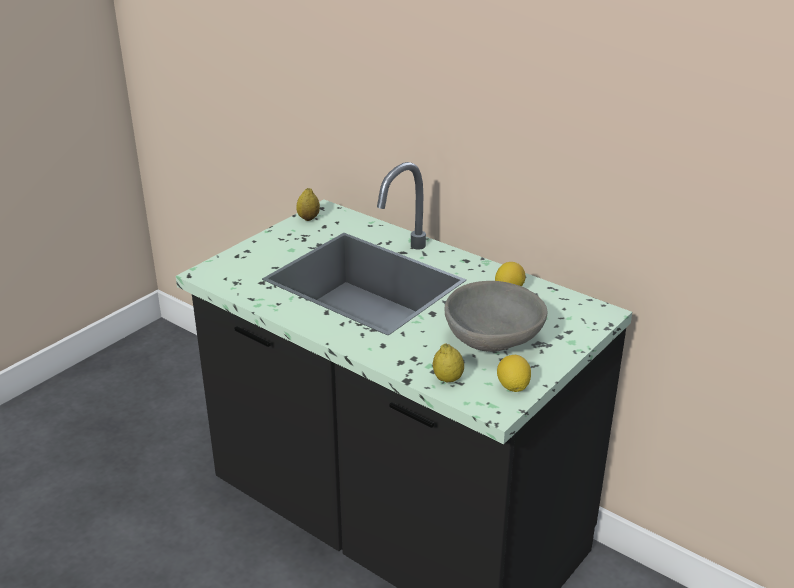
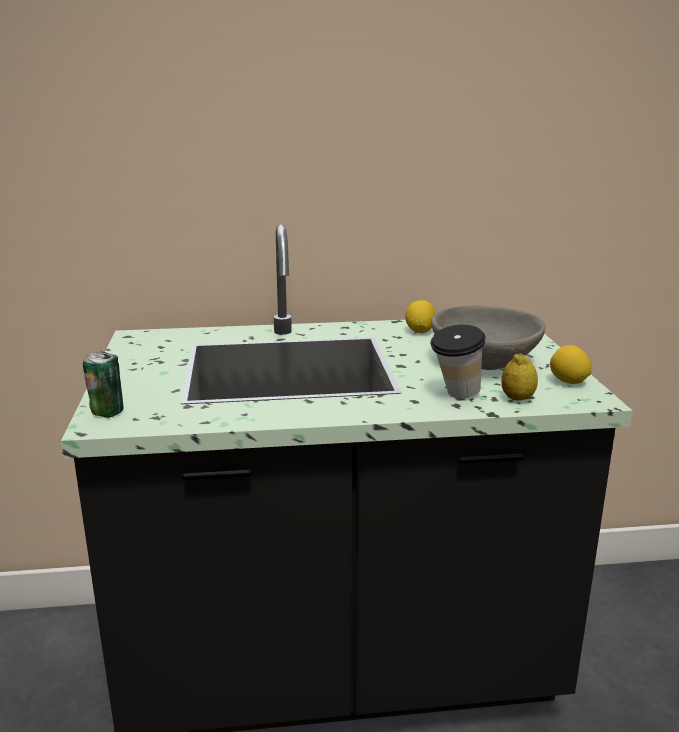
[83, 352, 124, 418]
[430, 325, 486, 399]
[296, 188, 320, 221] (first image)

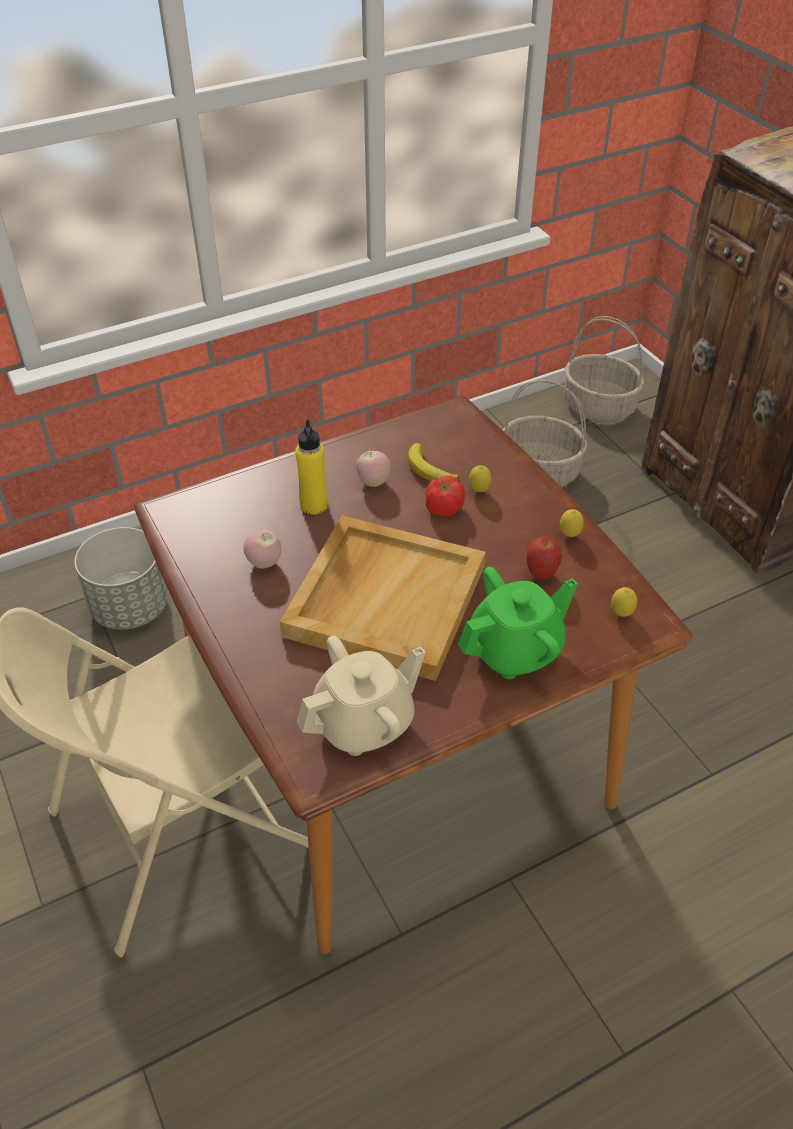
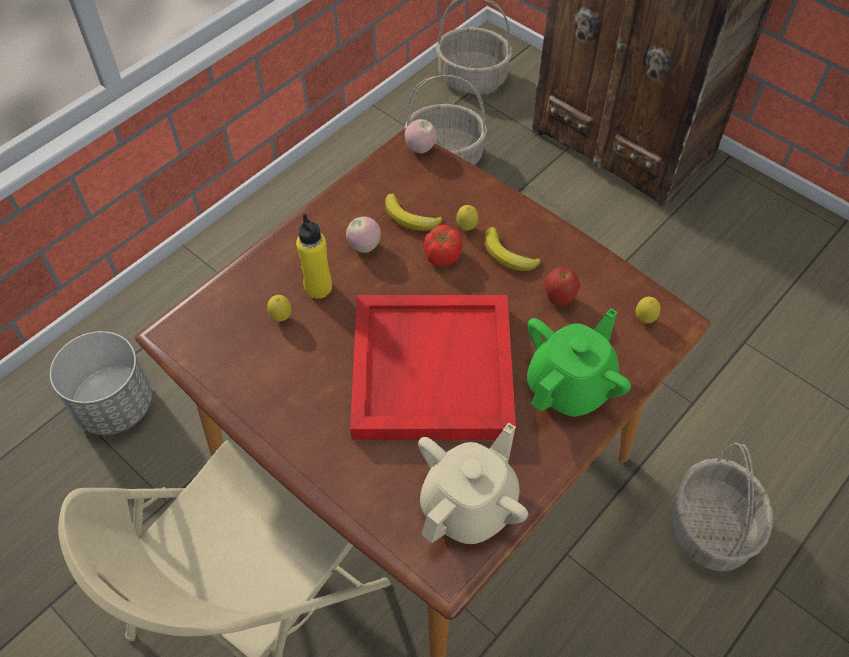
[267, 295, 291, 321]
[350, 295, 516, 440]
[405, 119, 437, 153]
[484, 227, 541, 271]
[671, 443, 773, 571]

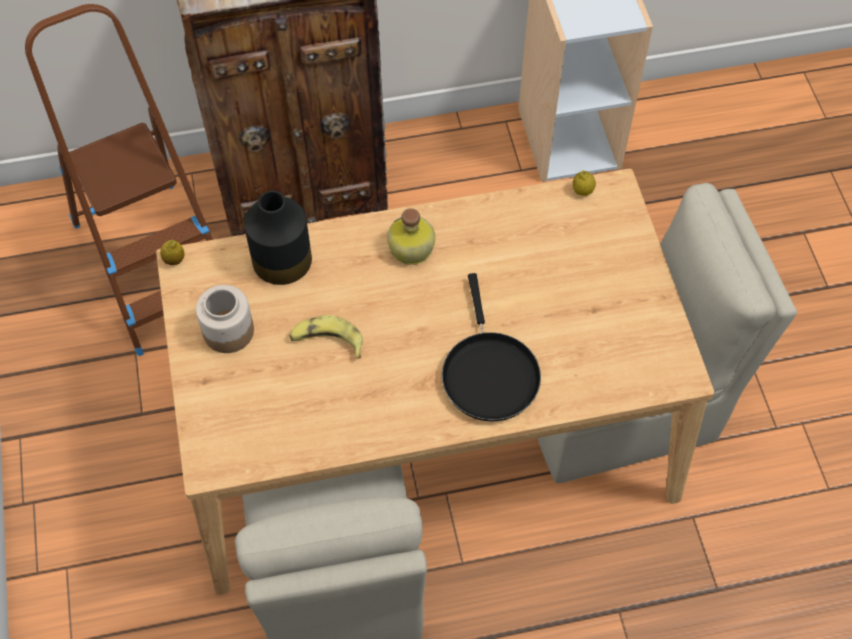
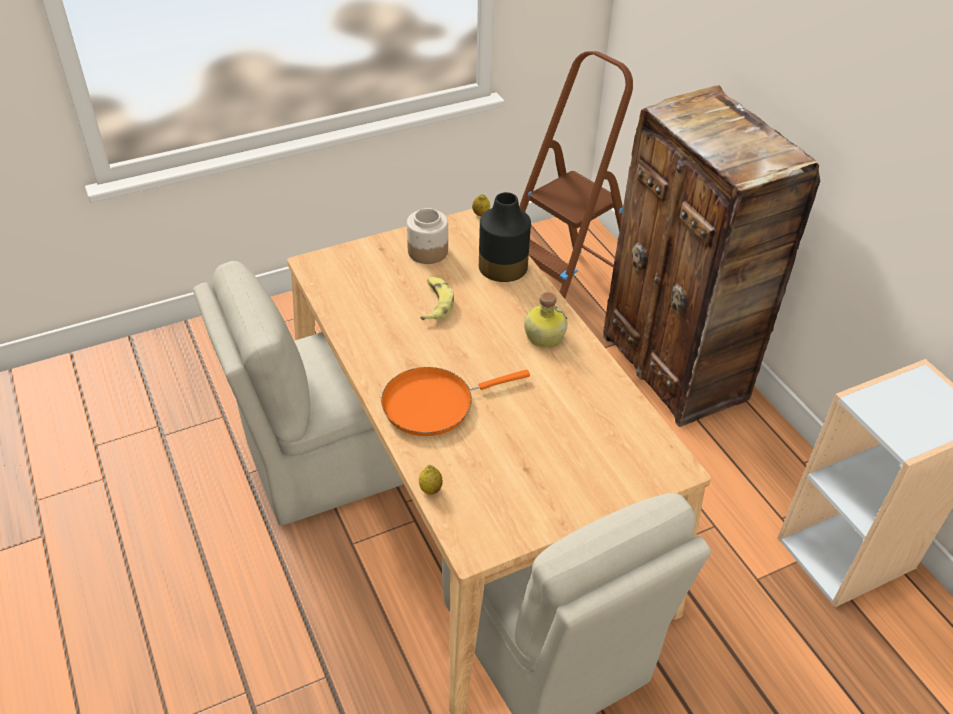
[381, 367, 530, 436]
[419, 465, 443, 495]

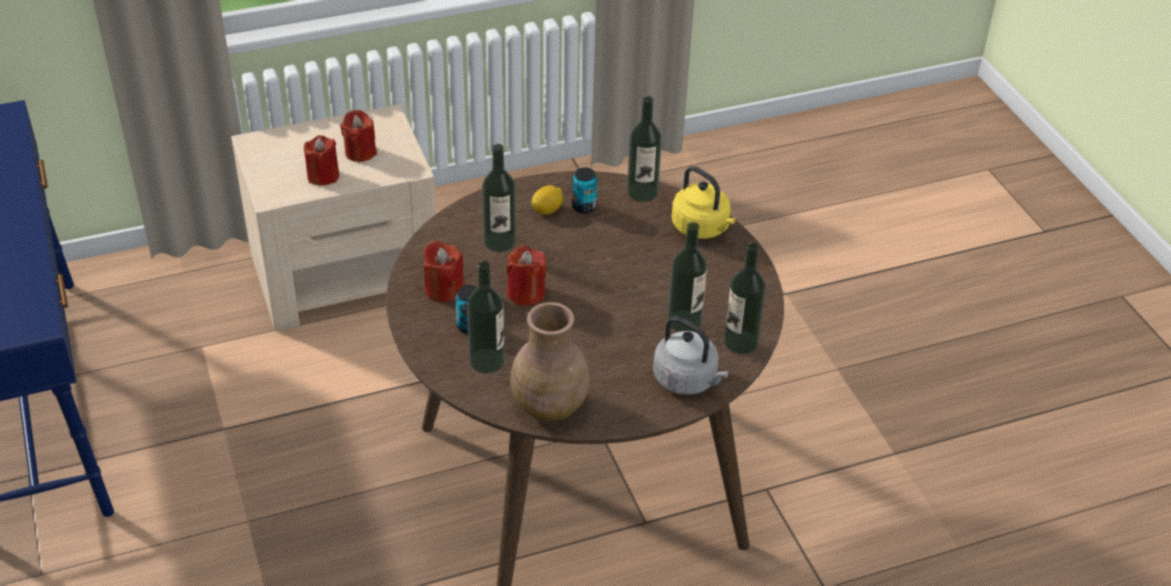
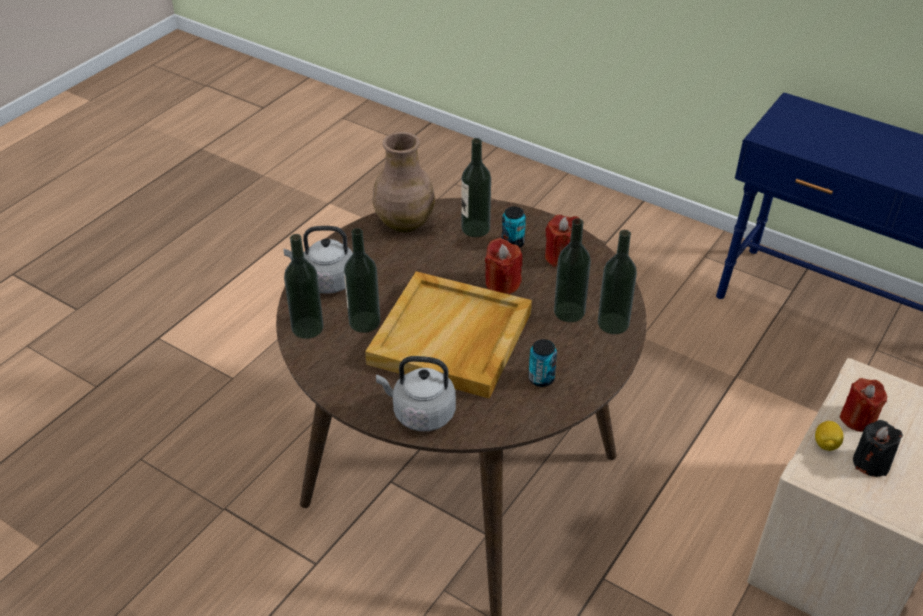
[365, 271, 532, 398]
[376, 356, 456, 431]
[598, 230, 637, 334]
[815, 421, 844, 451]
[853, 420, 903, 477]

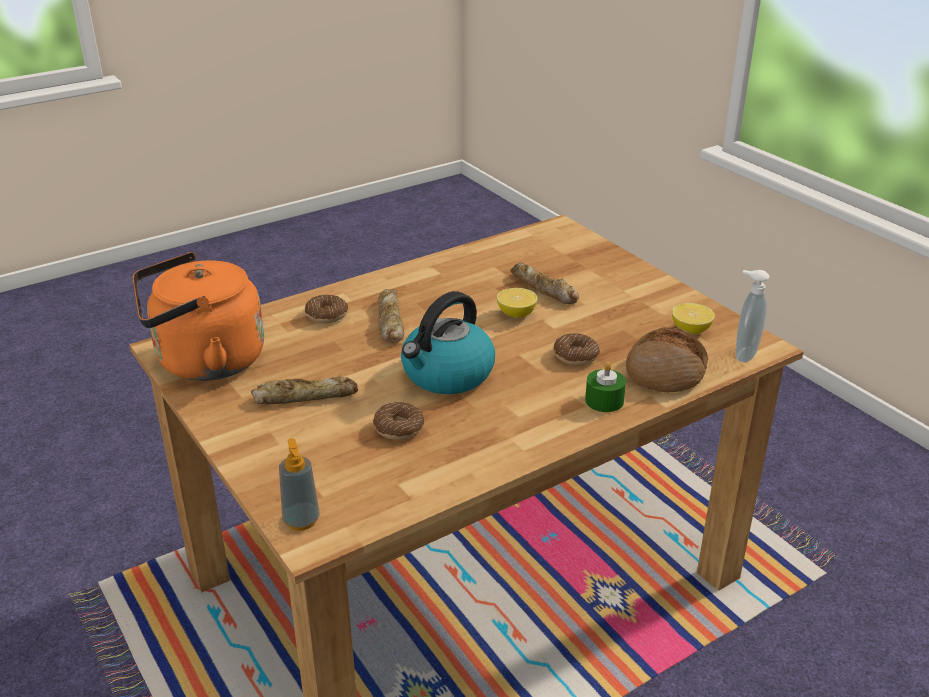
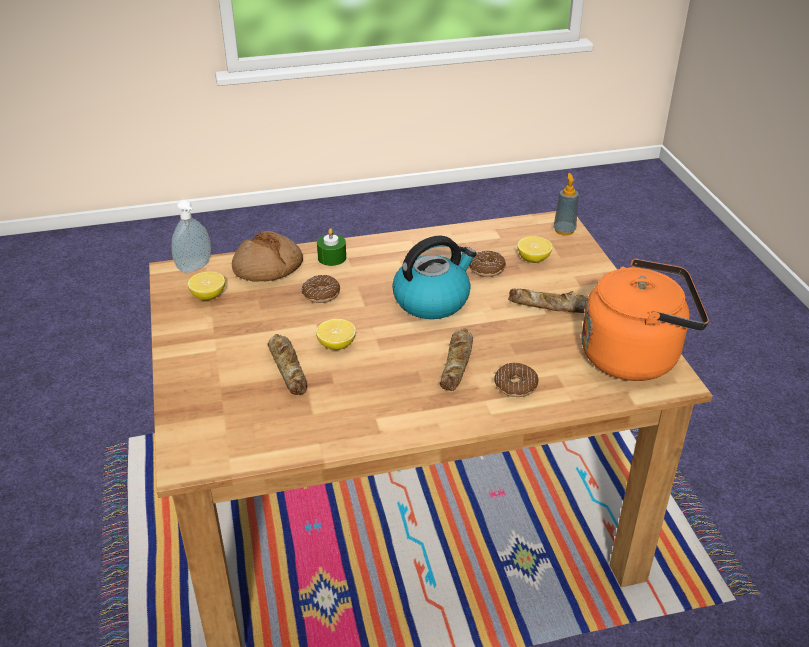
[517, 236, 553, 263]

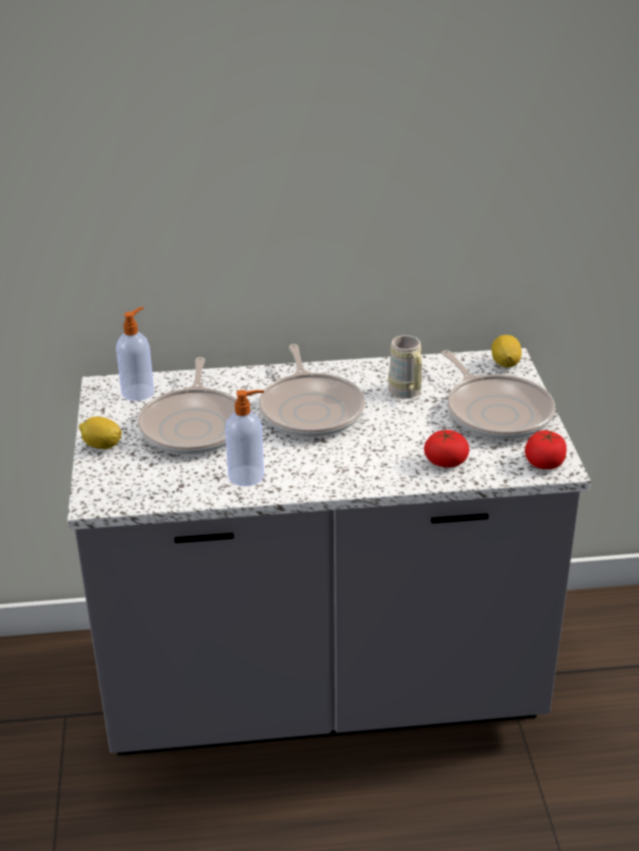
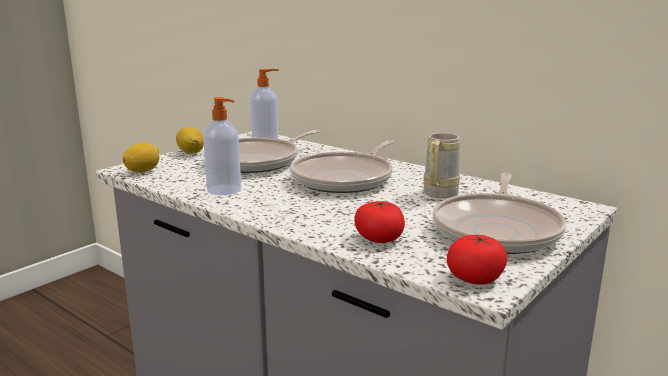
[122, 143, 159, 173]

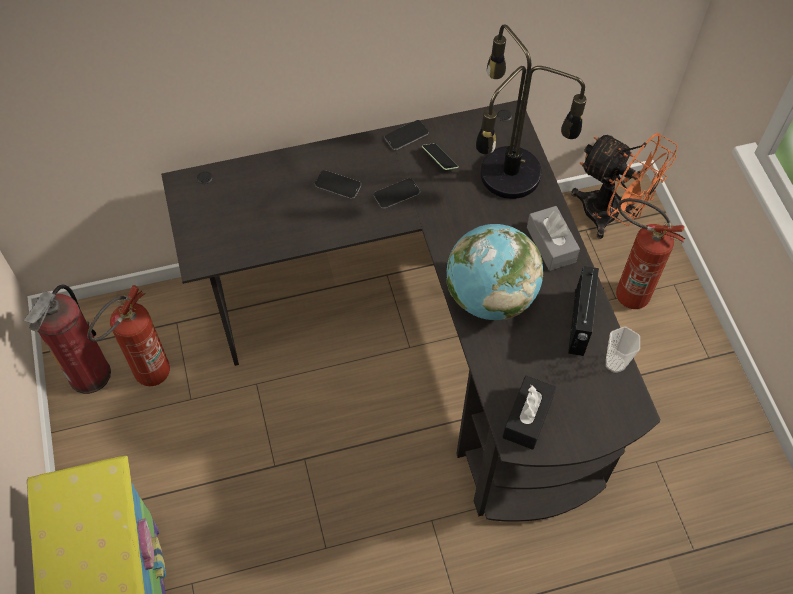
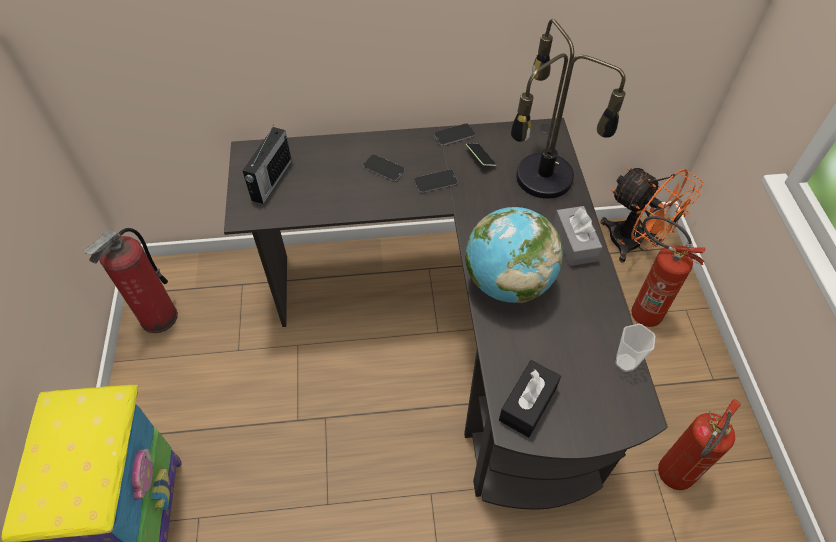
[242, 126, 292, 204]
[658, 399, 741, 490]

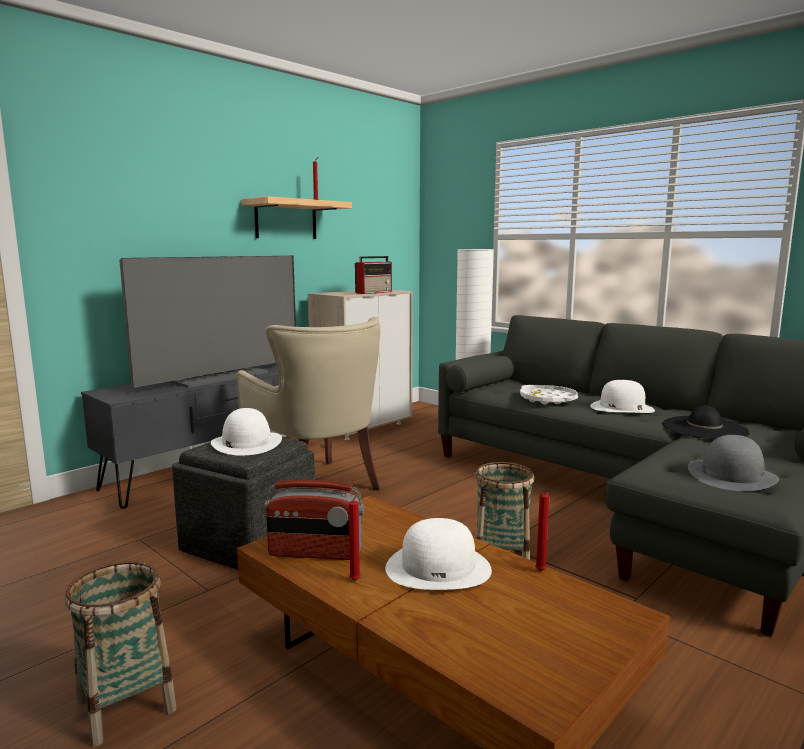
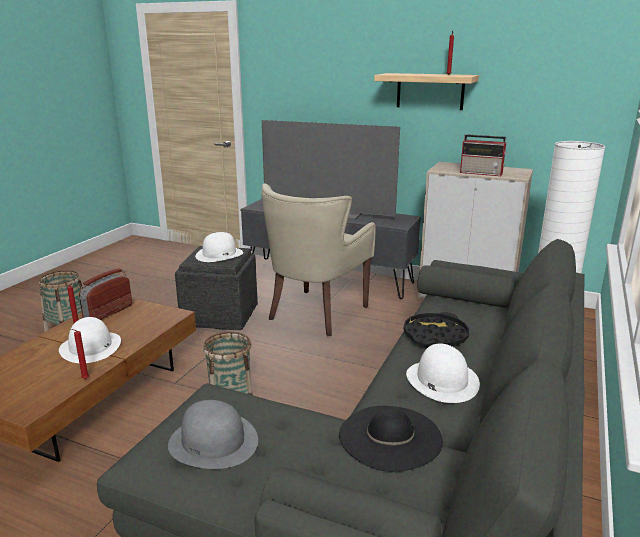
[79, 268, 132, 320]
[404, 312, 469, 346]

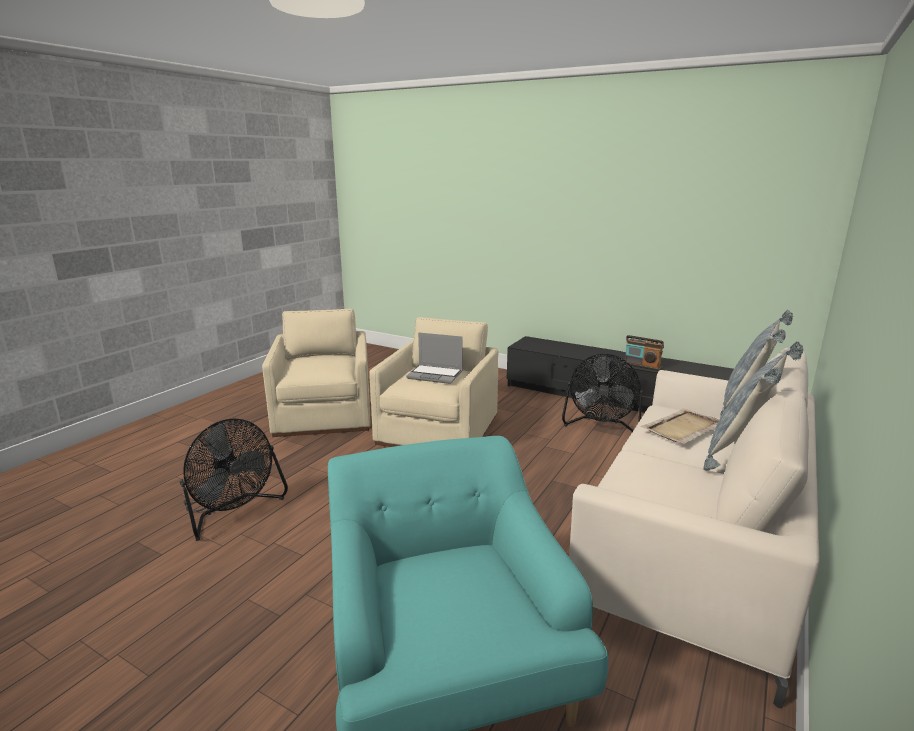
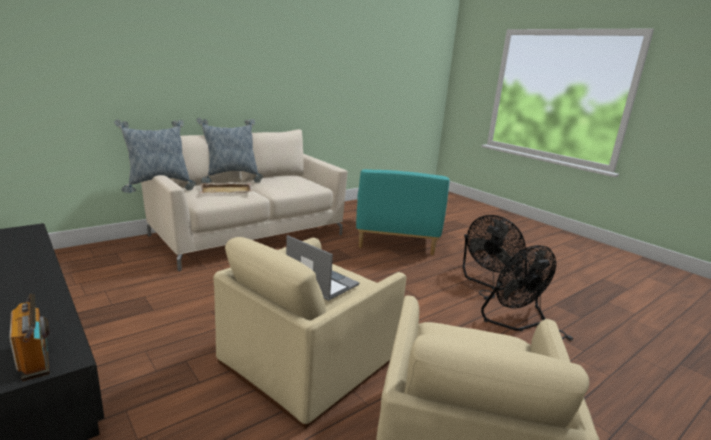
[9, 294, 50, 381]
[462, 215, 528, 300]

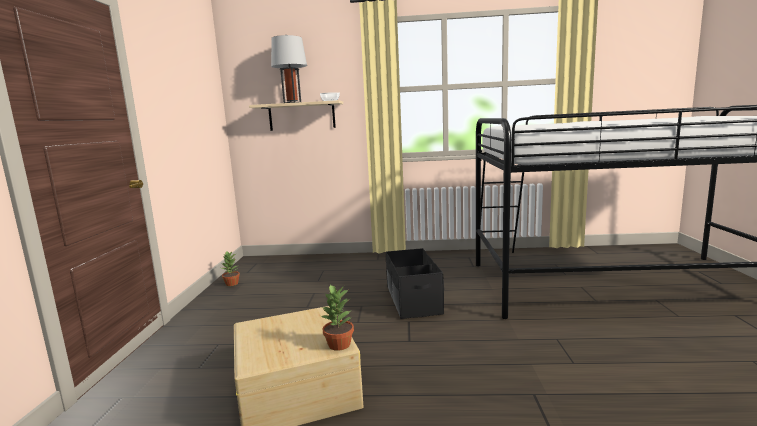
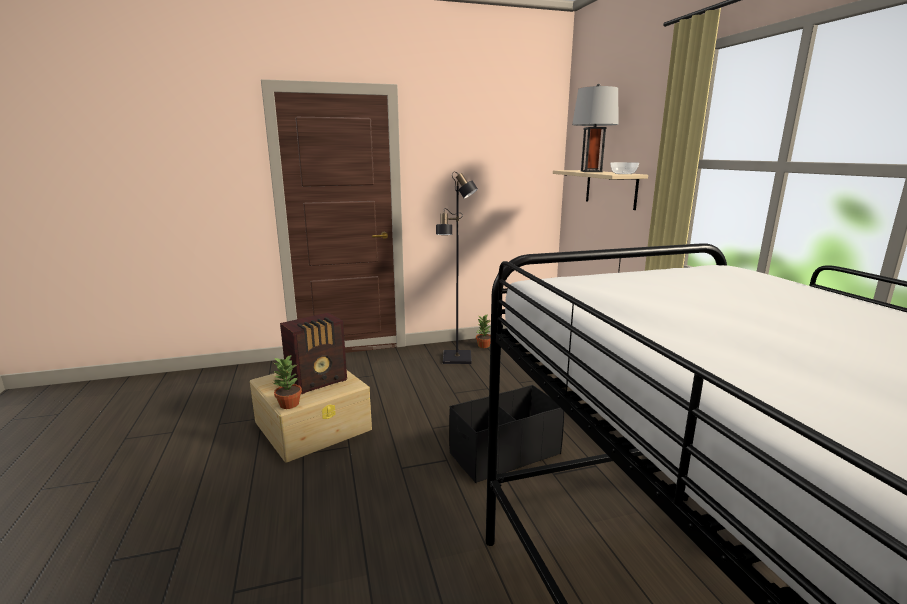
[280, 313, 347, 394]
[436, 171, 478, 364]

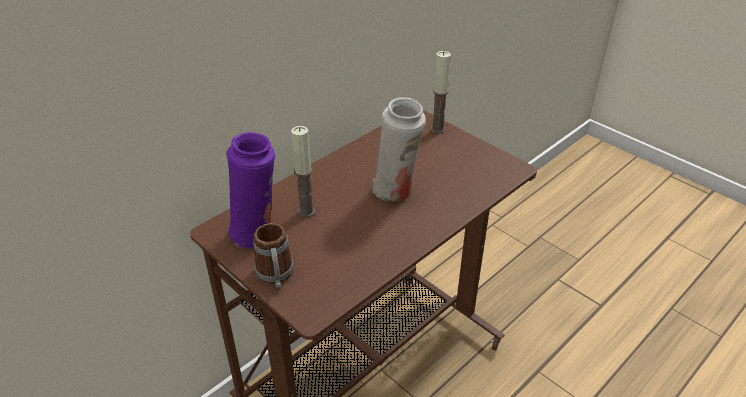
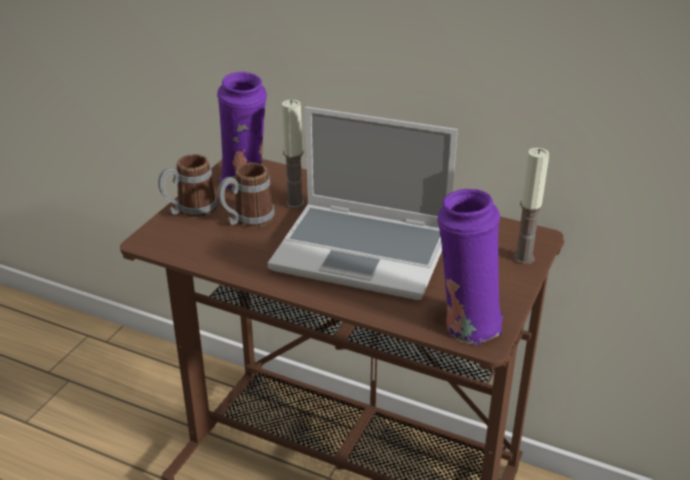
[218, 163, 274, 227]
[268, 107, 458, 300]
[438, 189, 503, 345]

